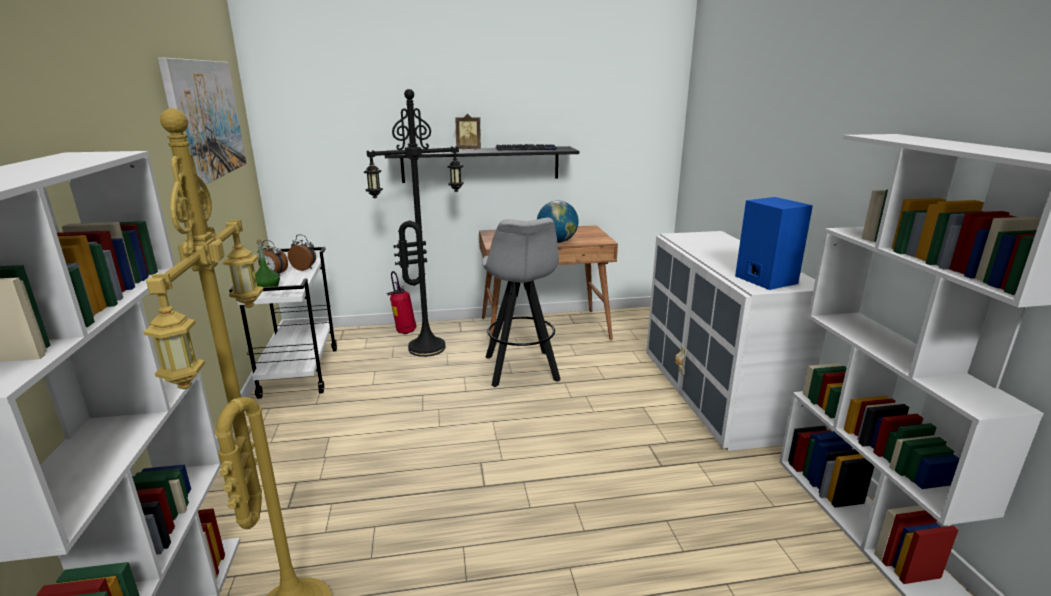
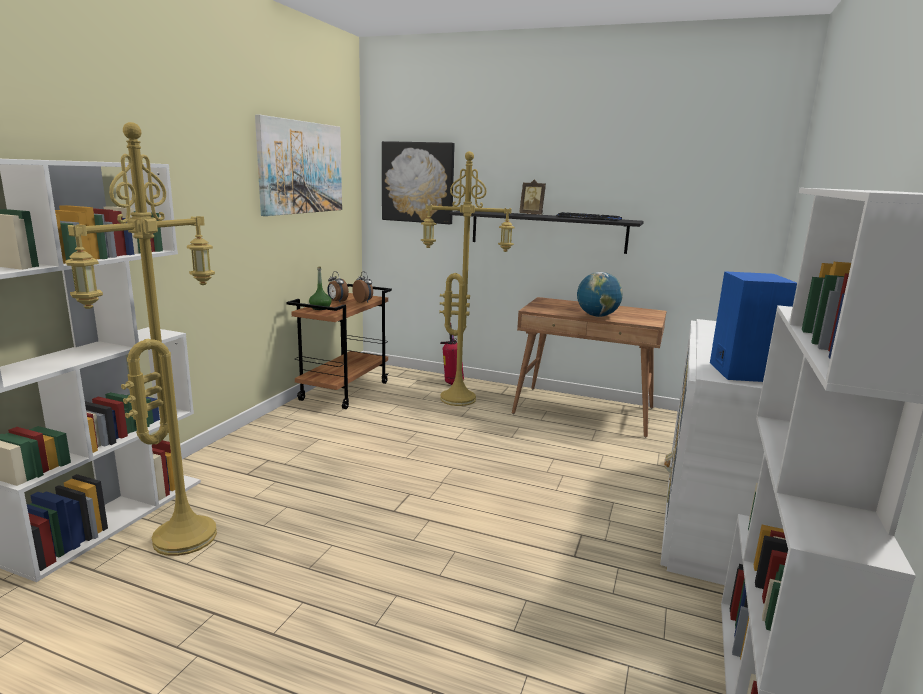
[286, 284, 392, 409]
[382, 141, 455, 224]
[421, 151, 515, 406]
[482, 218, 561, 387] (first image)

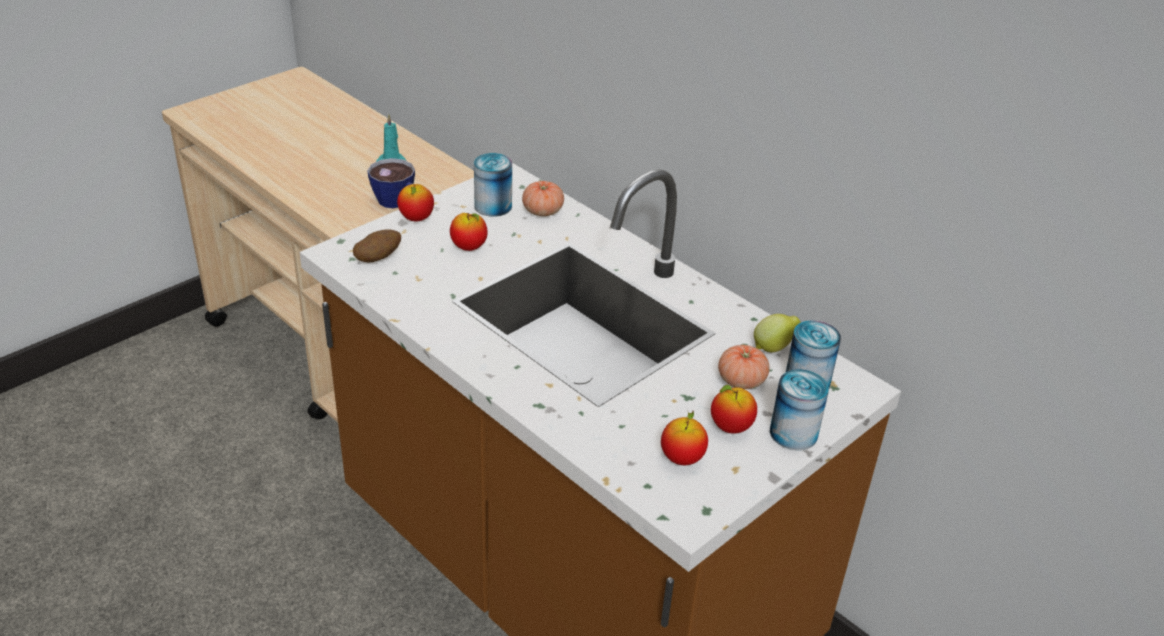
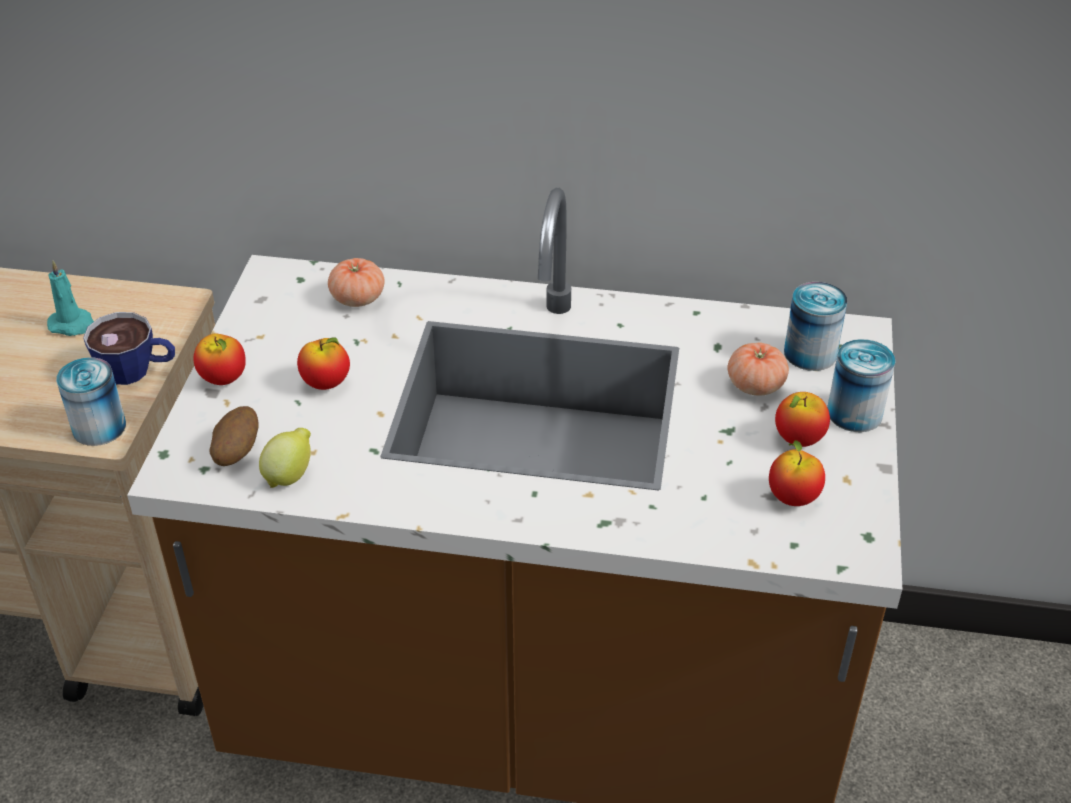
[56, 357, 126, 446]
[259, 428, 311, 488]

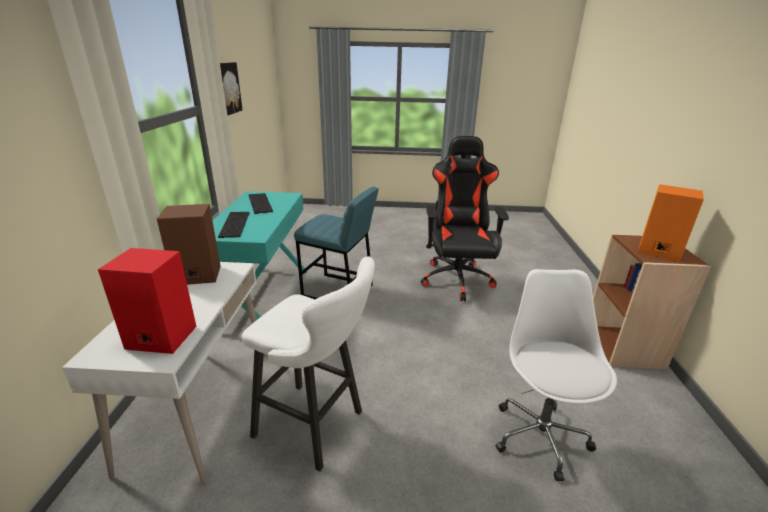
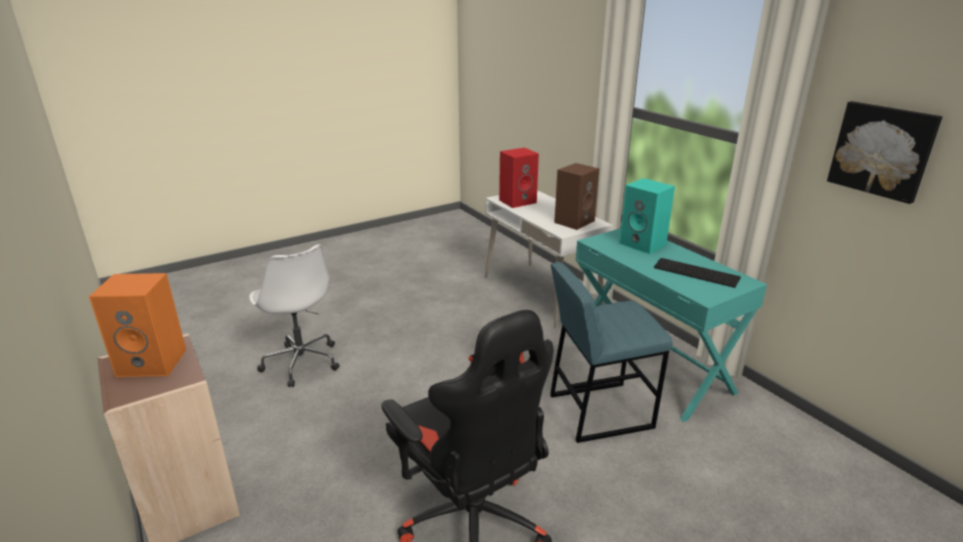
[619, 178, 675, 254]
[242, 256, 375, 472] (first image)

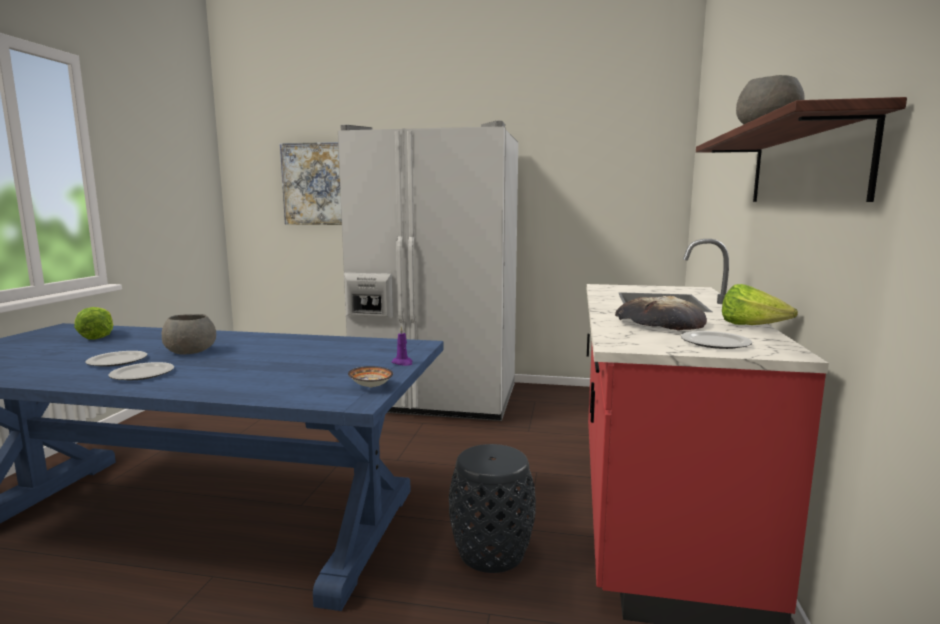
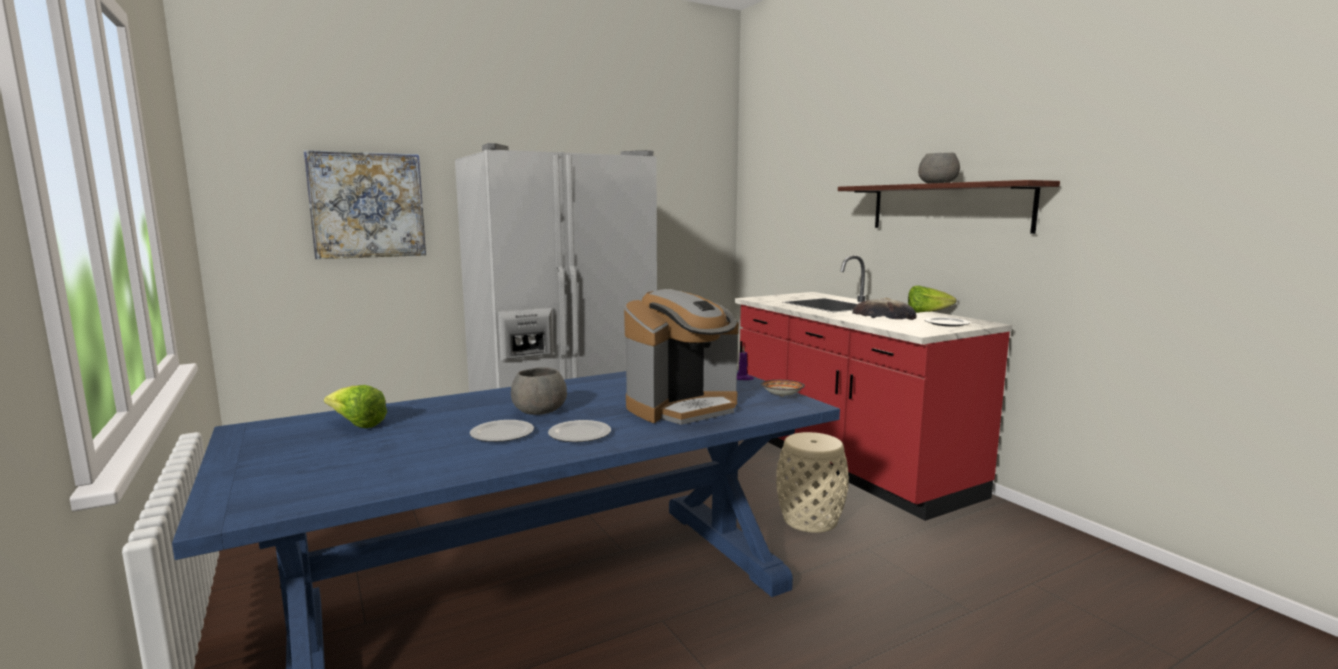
[624, 289, 739, 425]
[776, 432, 849, 533]

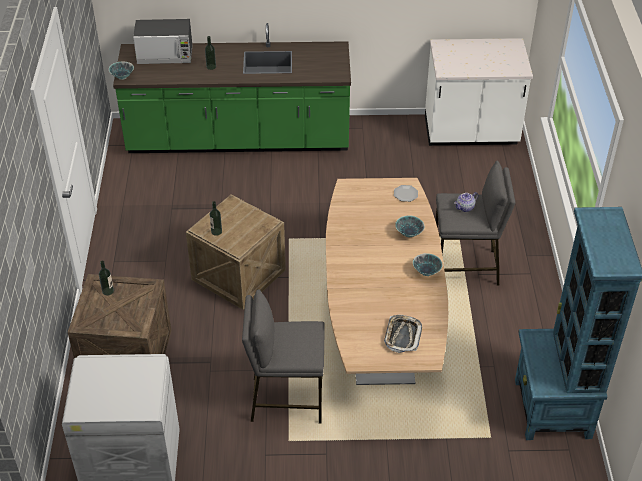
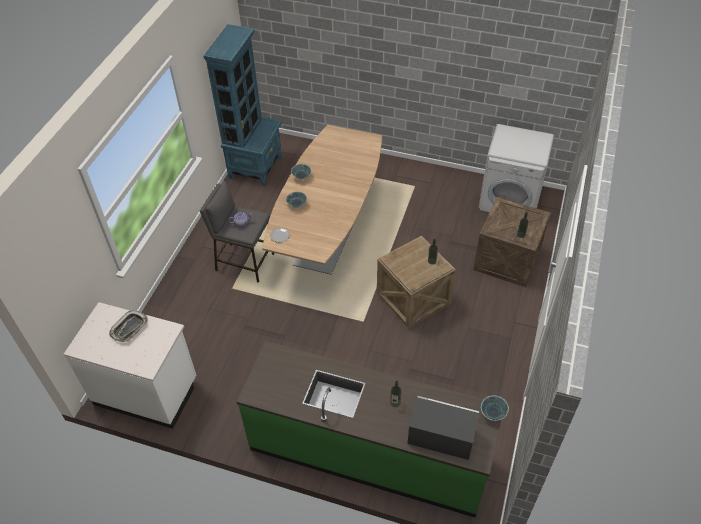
[109, 310, 148, 342]
[242, 289, 325, 423] (first image)

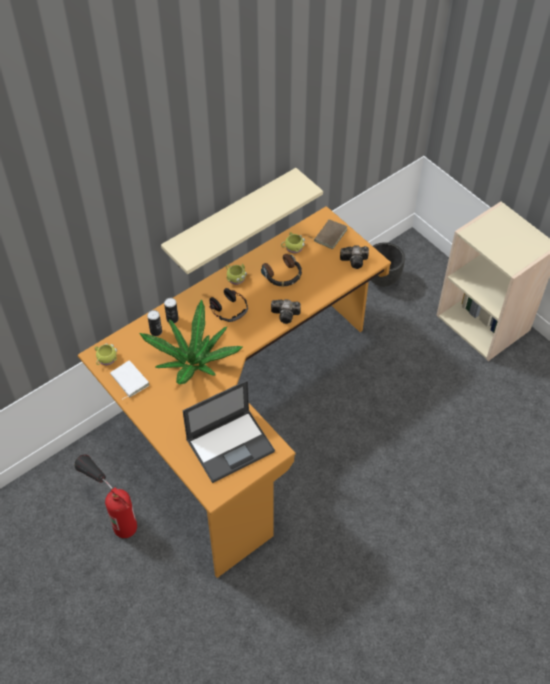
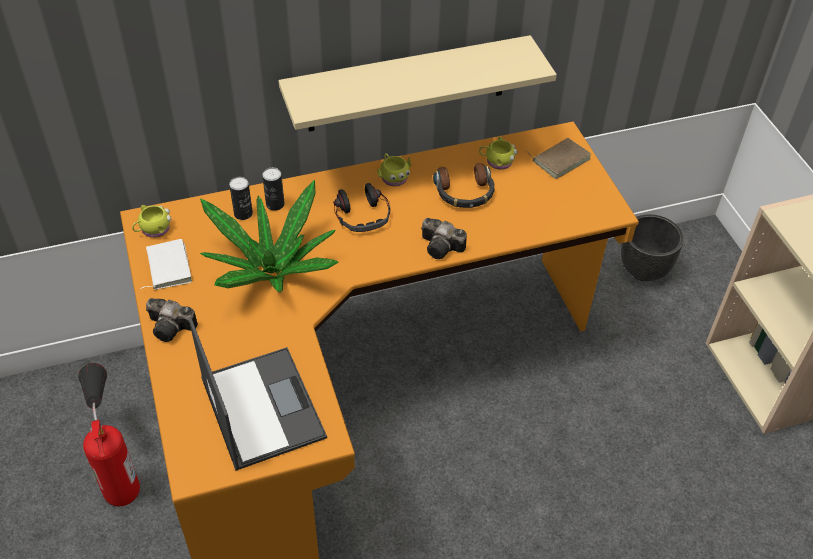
[146, 298, 198, 342]
[189, 319, 327, 471]

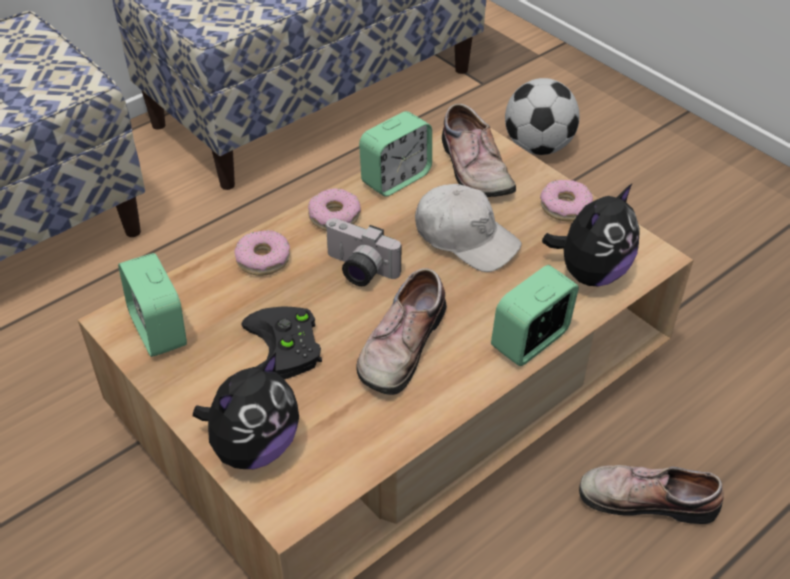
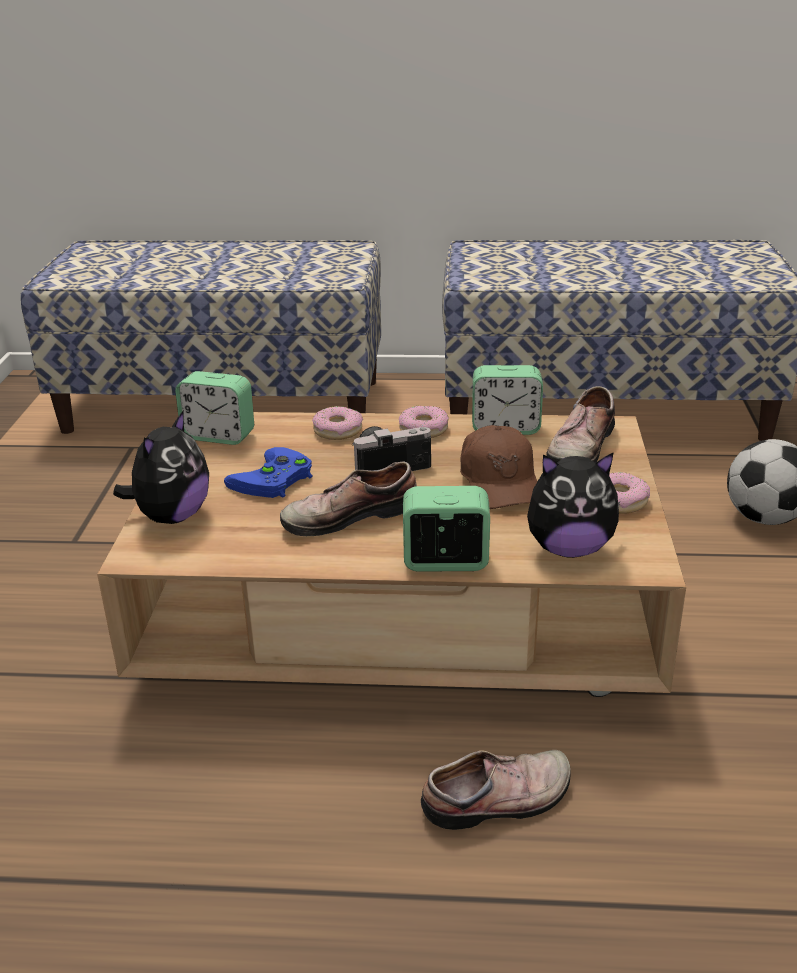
[113, 410, 209, 524]
[175, 371, 254, 445]
[224, 447, 313, 498]
[352, 426, 431, 471]
[421, 750, 571, 830]
[460, 425, 538, 509]

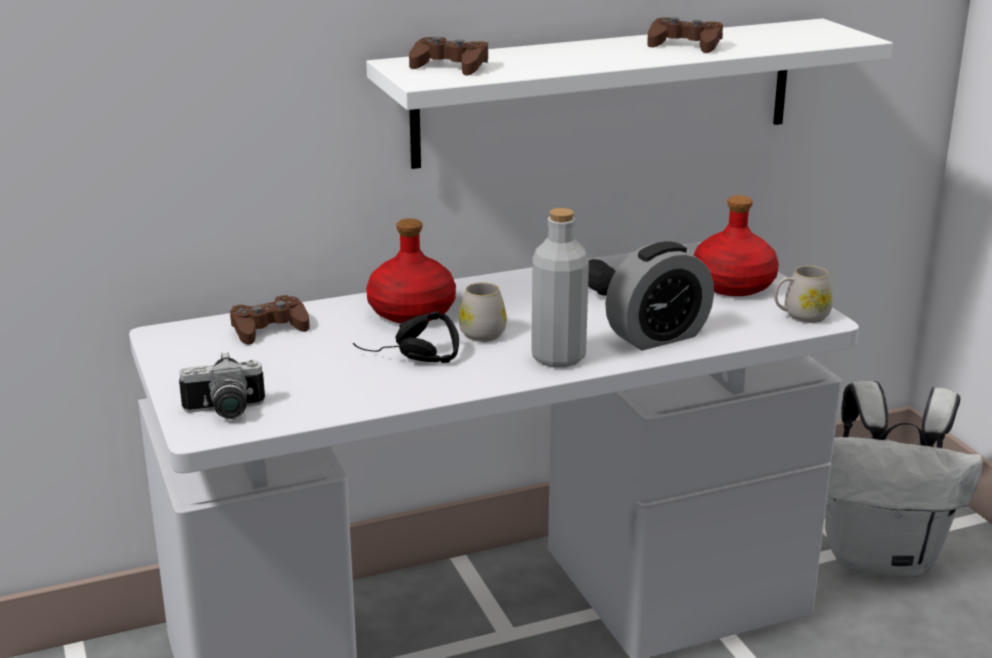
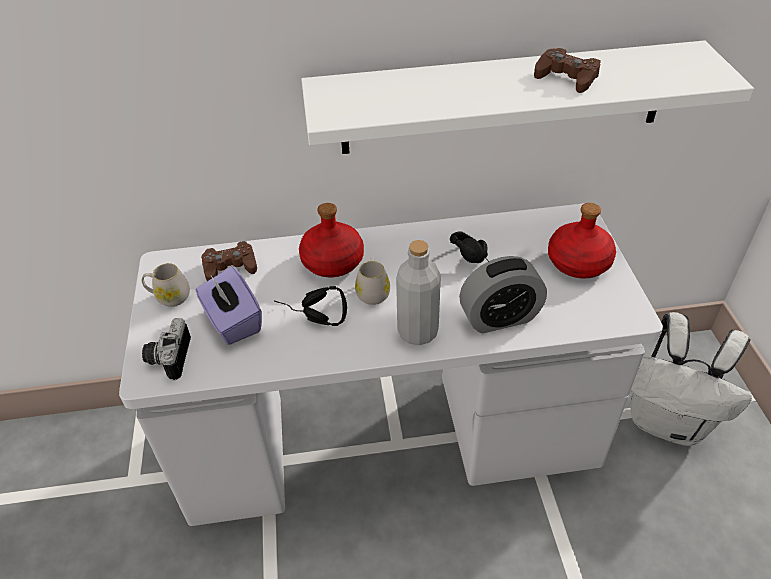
[142, 263, 190, 307]
[142, 318, 191, 380]
[196, 267, 262, 345]
[409, 37, 488, 76] (first image)

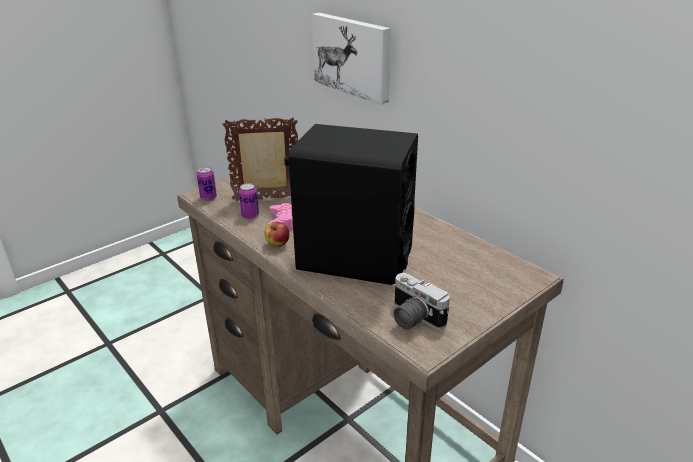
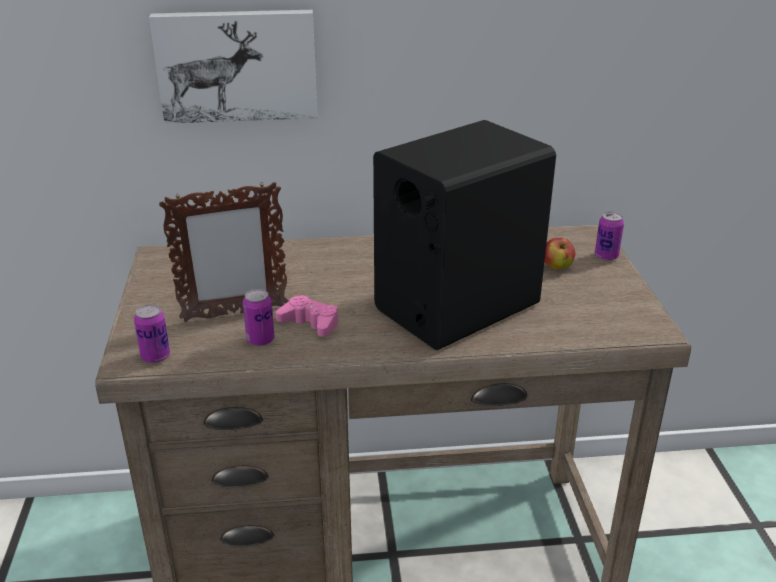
[159, 182, 289, 322]
[545, 238, 575, 270]
[595, 212, 624, 261]
[392, 273, 450, 330] (first image)

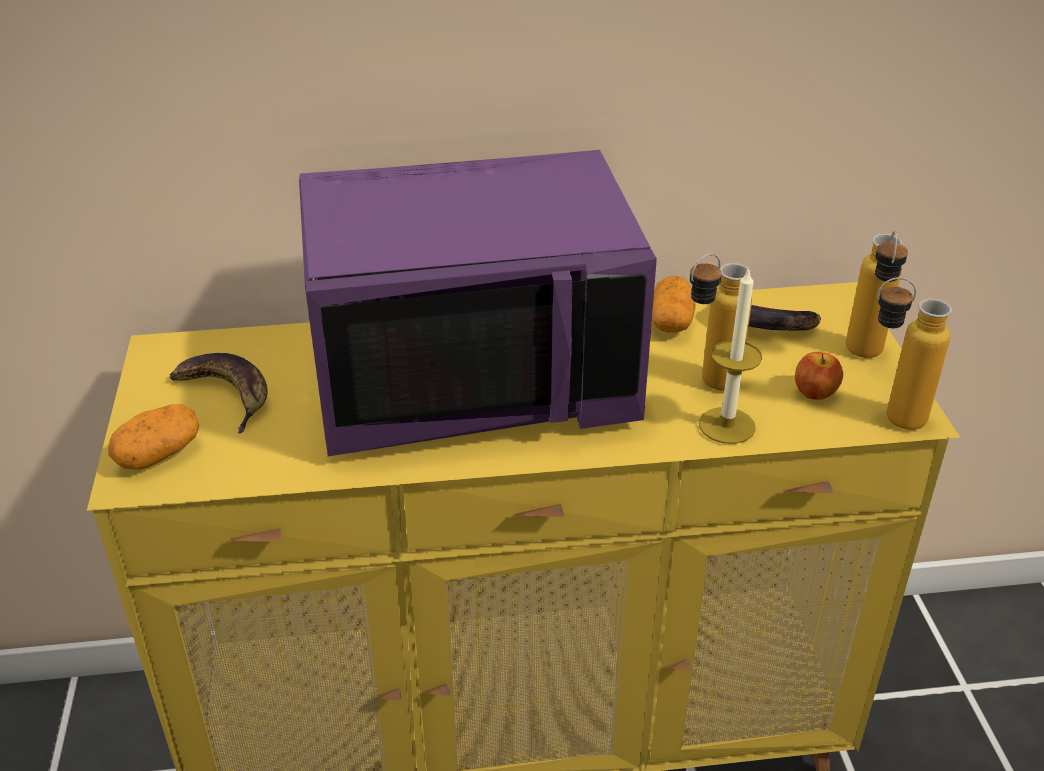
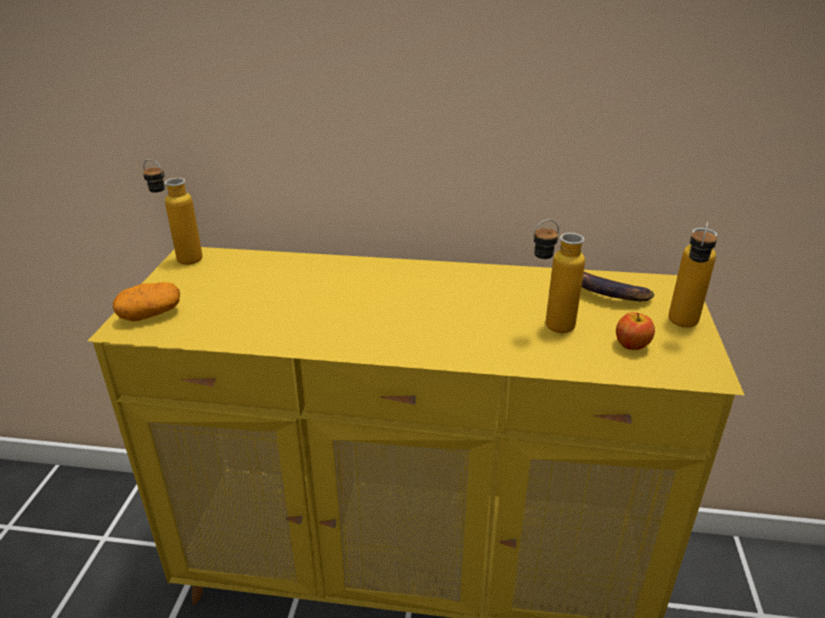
[143, 159, 202, 265]
[170, 353, 268, 433] (first image)
[299, 150, 657, 456] (first image)
[652, 276, 696, 332] (first image)
[699, 268, 762, 444] (first image)

